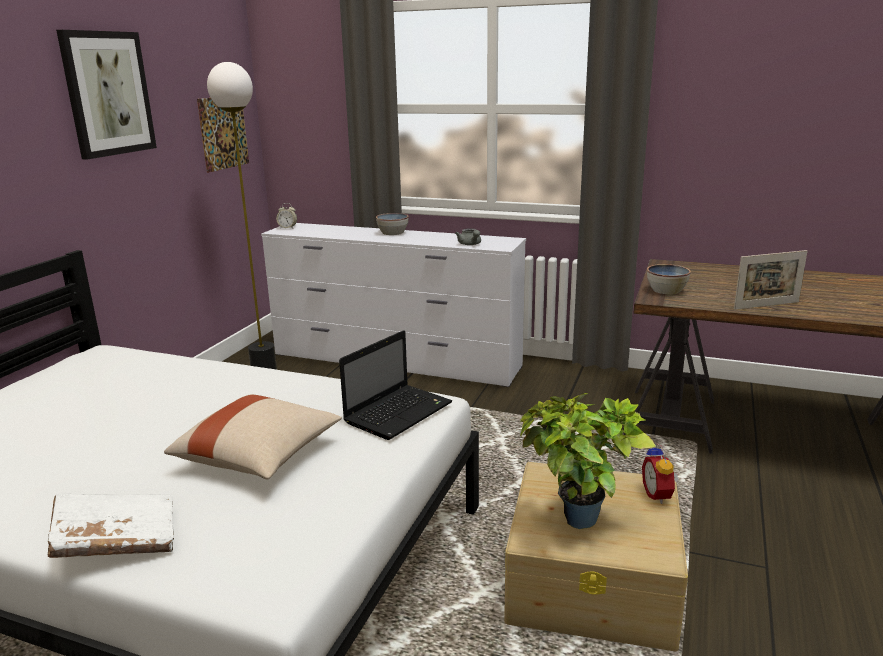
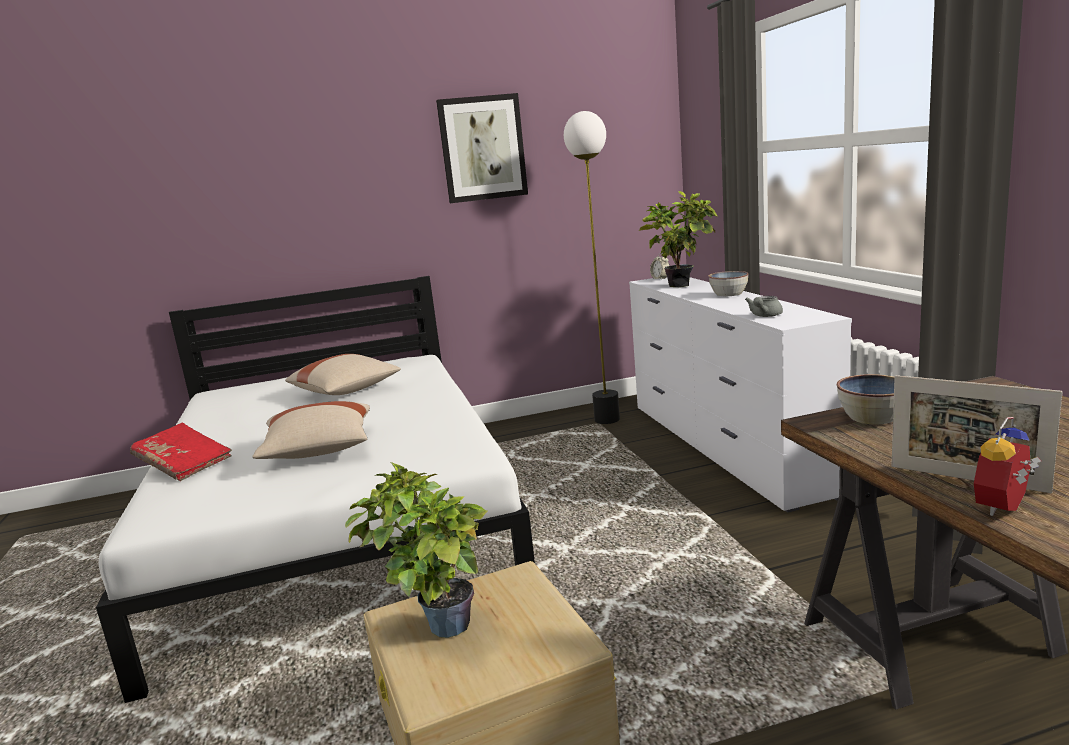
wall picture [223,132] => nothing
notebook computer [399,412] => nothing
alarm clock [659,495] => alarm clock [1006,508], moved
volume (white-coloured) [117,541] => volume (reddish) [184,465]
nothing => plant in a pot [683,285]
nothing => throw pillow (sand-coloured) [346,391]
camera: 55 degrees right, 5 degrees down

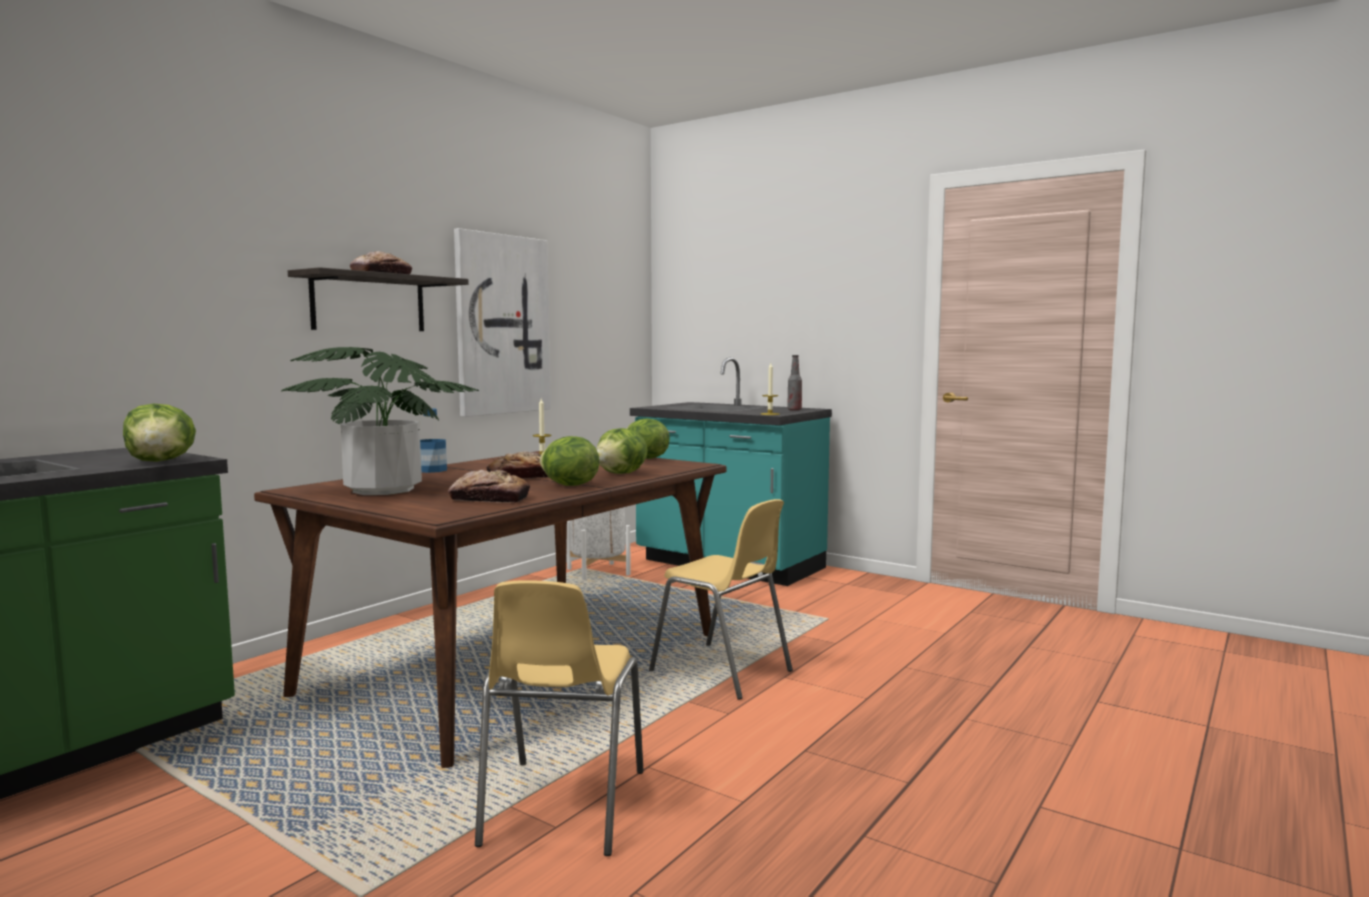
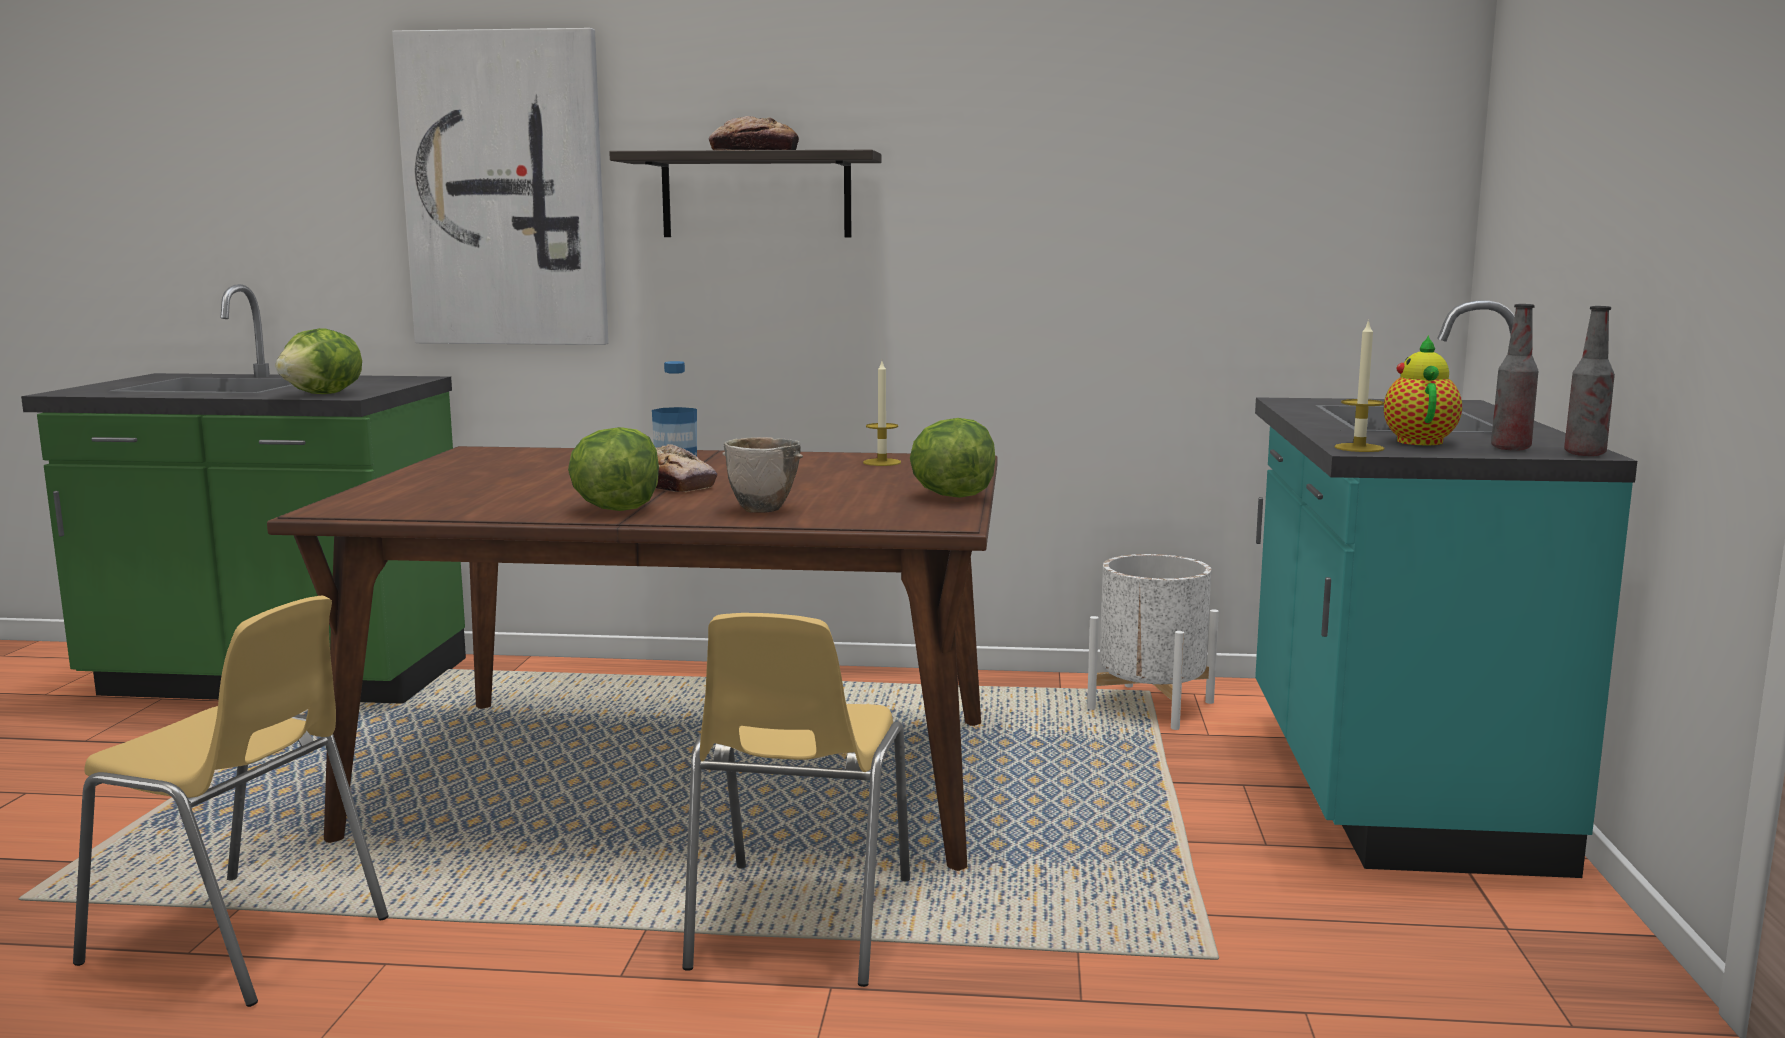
wall picture [502,324] => wall picture [505,190], moved
plant in a pot [384,490] => nothing
lettuce [621,474] => bowl [765,510]
baked bread [489,499] => nothing
plain chair (yellow-coloured) [561,808] => plain chair (yellow-coloured) [240,941], 135 degrees counterclockwise
nothing => beverage bottle [1584,454]
nothing => pot for tea [1418,441]
camera: 60 degrees right, 5 degrees up

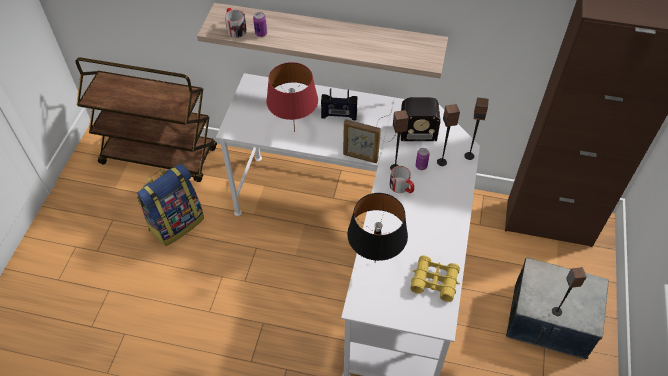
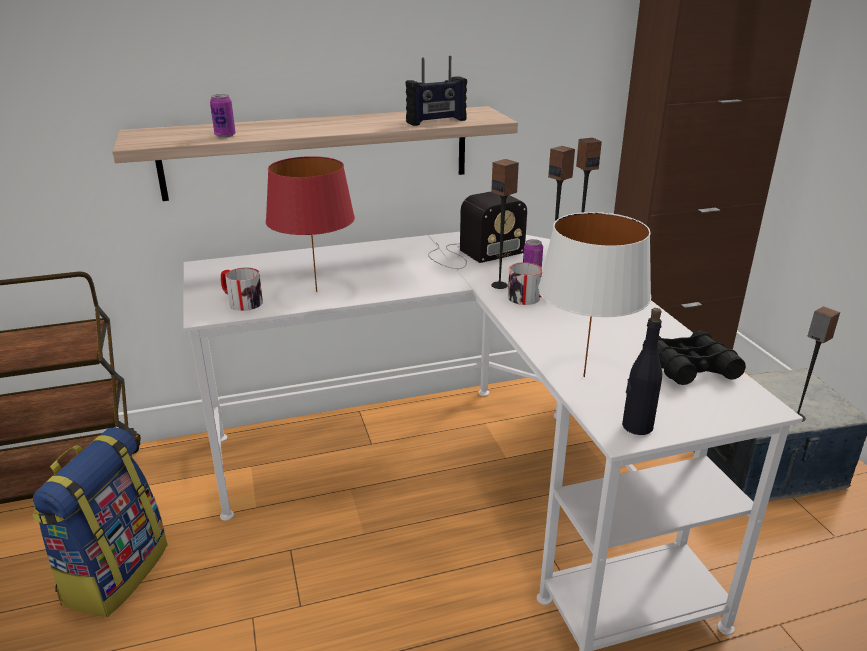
coffee mug [235,28] => coffee mug [241,301], moved
radio set [339,116] => radio set [436,121], moved
photo frame [360,157] => nothing
tabletop lamp (blackish) [374,262] => tabletop lamp (white-coloured) [582,376]
field glasses (yellow-coloured) [434,281] => field glasses (blackish) [689,367]
nothing => beverage bottle (blackish) [637,426]
camera: 30 degrees left, 25 degrees down

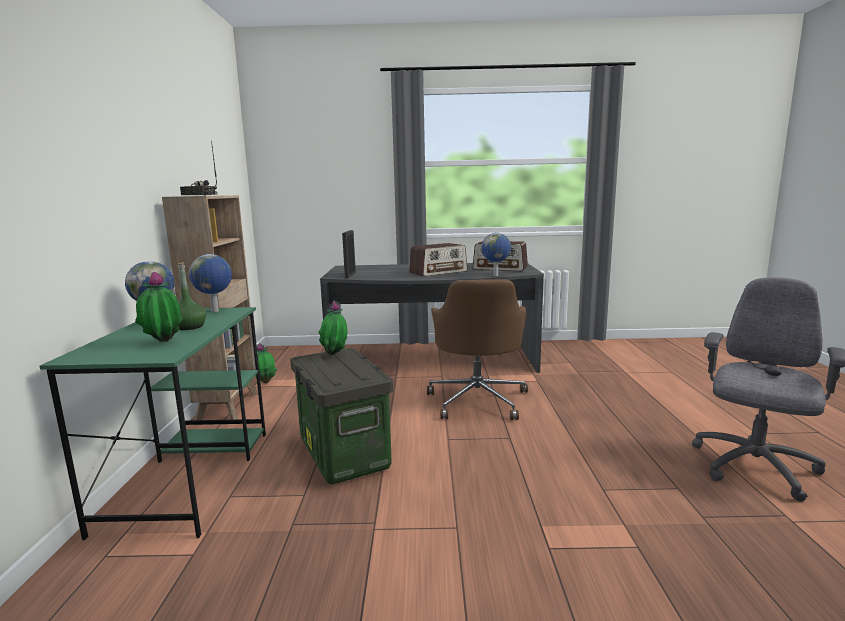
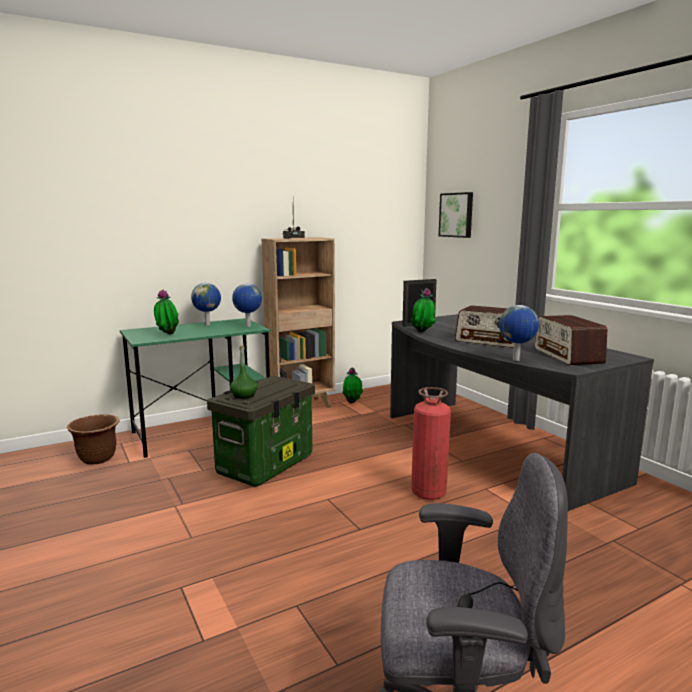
beverage bottle (greenish) [189,327] => beverage bottle (greenish) [244,395], moved
computer chair (brown-coloured) [478,400] => fire-fighting cylinder [428,493]
plant in a pot [335,355] => plant in a pot [422,332], moved
nothing => wall picture [457,215]
nothing => plant pot (brown-coloured) [97,459]
camera: 60 degrees right, 0 degrees up

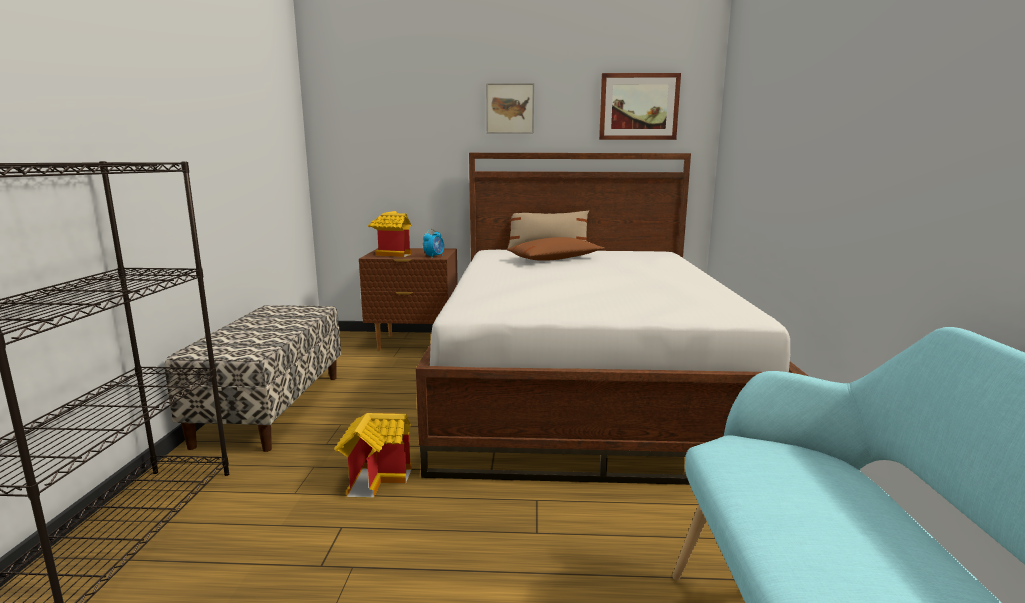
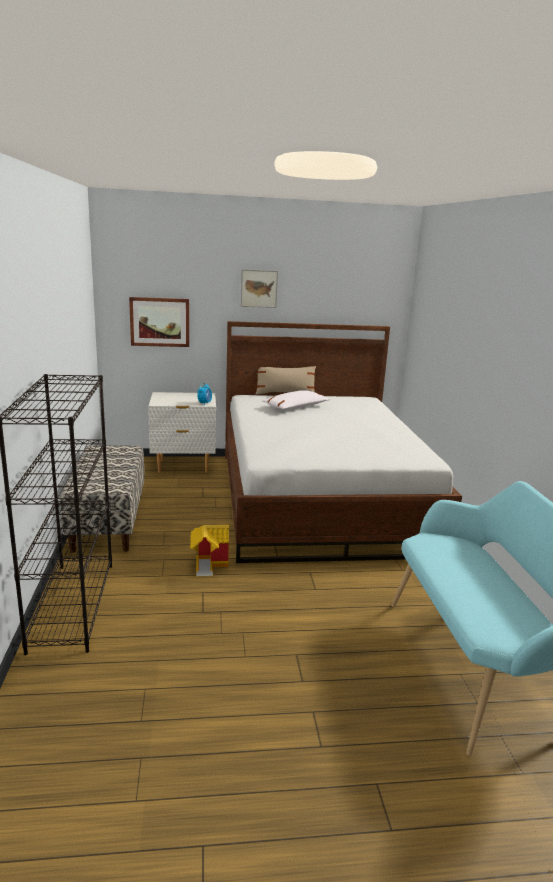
wall picture [638,107] => wall picture [160,322], moved
toy house [391,254] => nothing
throw pillow (brown-coloured) [555,259] => throw pillow (white-coloured) [296,407]
night table (brown-coloured) [414,343] => night table (white-coloured) [183,466]
camera: 10 degrees left, 5 degrees up

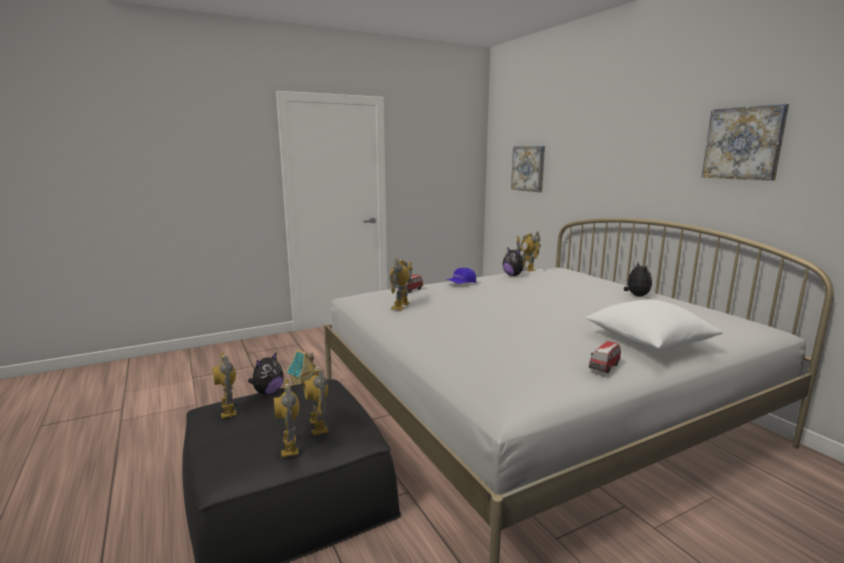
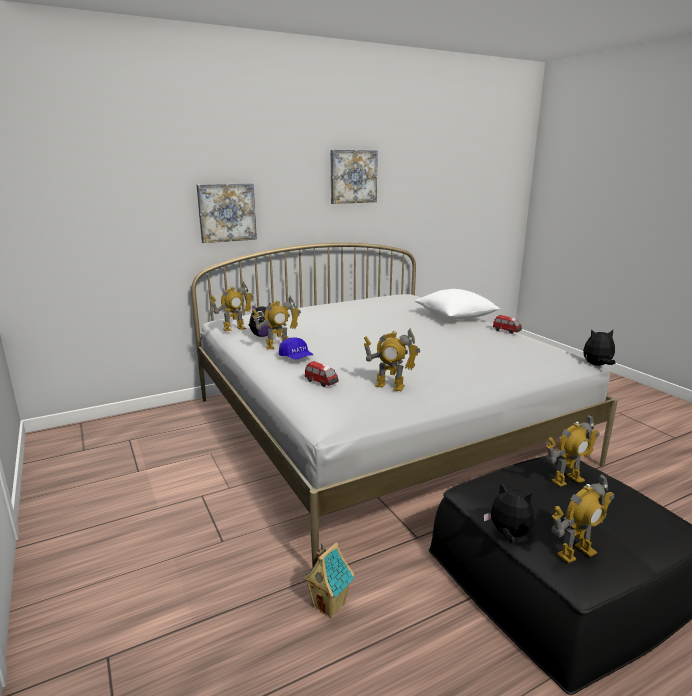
wall picture [528,168] => wall picture [227,212], moved
cuddly toy [636,295] => cuddly toy [597,365], moved
robot figure [290,446] => robot figure [278,346], moved
camera: 90 degrees left, 5 degrees up

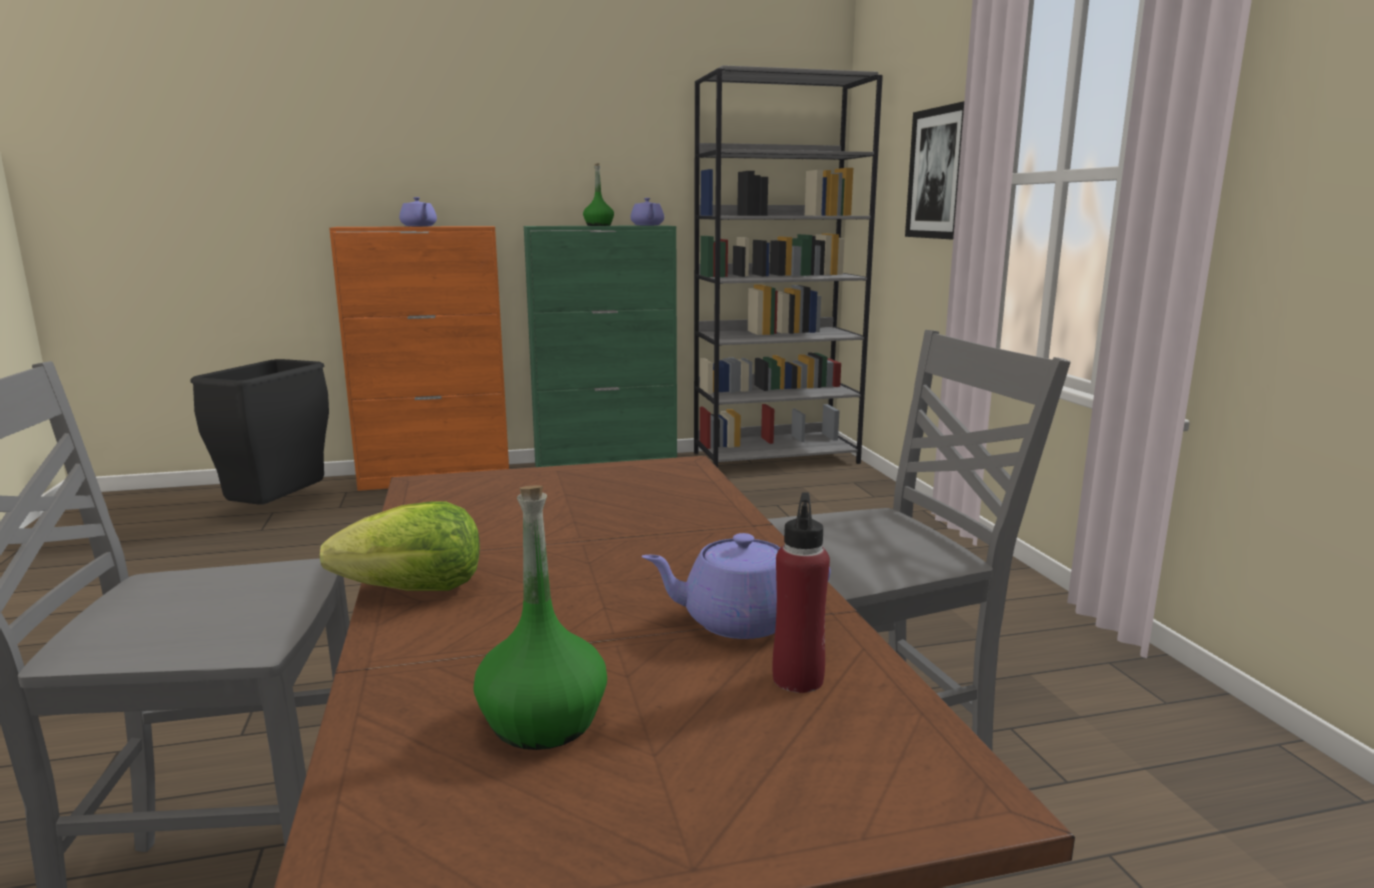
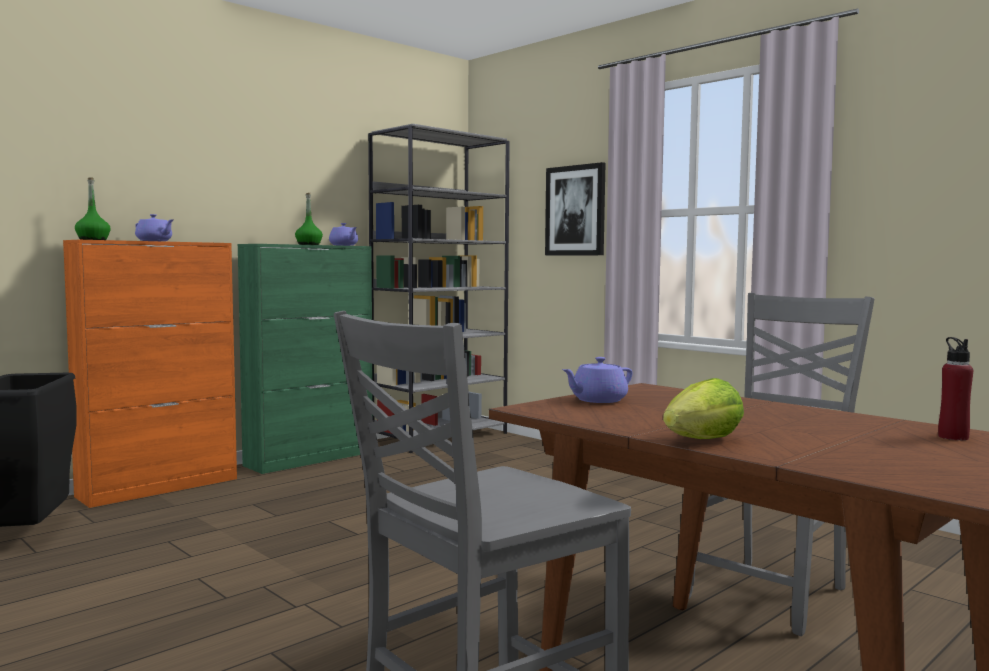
beverage bottle (greenish) [542,721] => beverage bottle (greenish) [93,240], moved
pot for tea (purple) [737,620] => pot for tea (purple) [597,400], moved
camera: 30 degrees left, 10 degrees down

